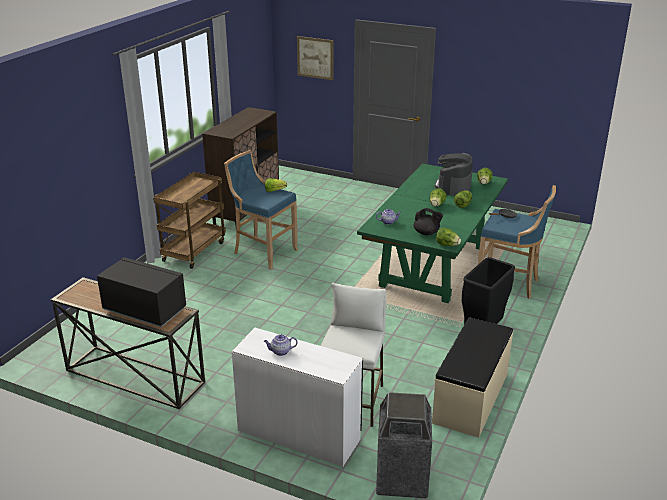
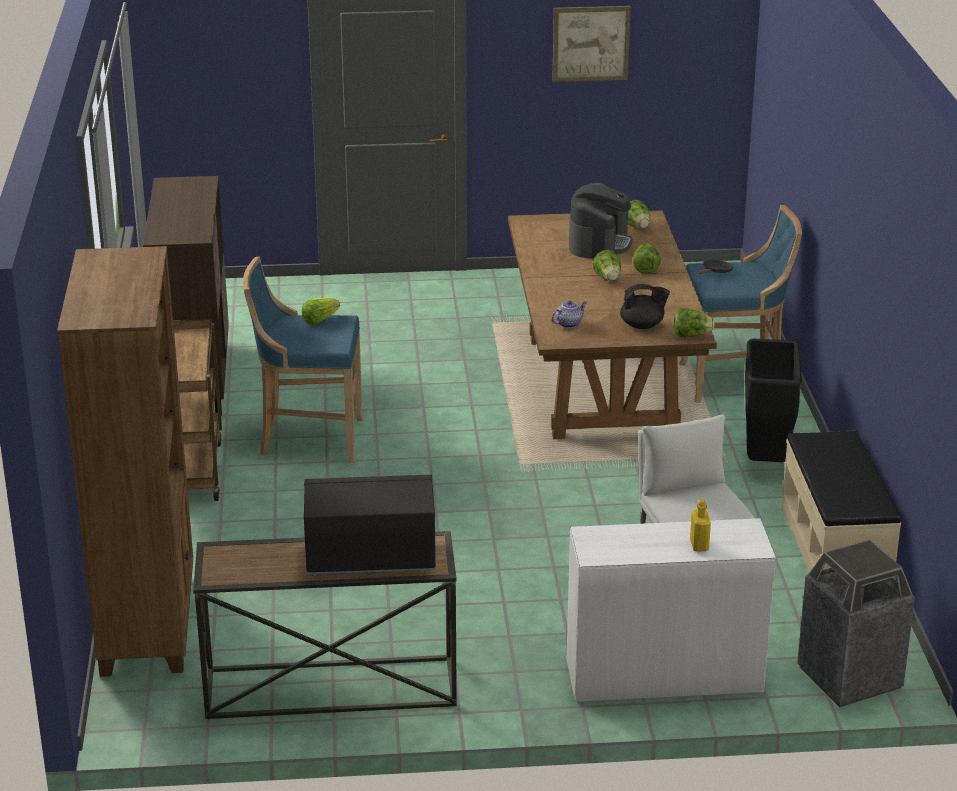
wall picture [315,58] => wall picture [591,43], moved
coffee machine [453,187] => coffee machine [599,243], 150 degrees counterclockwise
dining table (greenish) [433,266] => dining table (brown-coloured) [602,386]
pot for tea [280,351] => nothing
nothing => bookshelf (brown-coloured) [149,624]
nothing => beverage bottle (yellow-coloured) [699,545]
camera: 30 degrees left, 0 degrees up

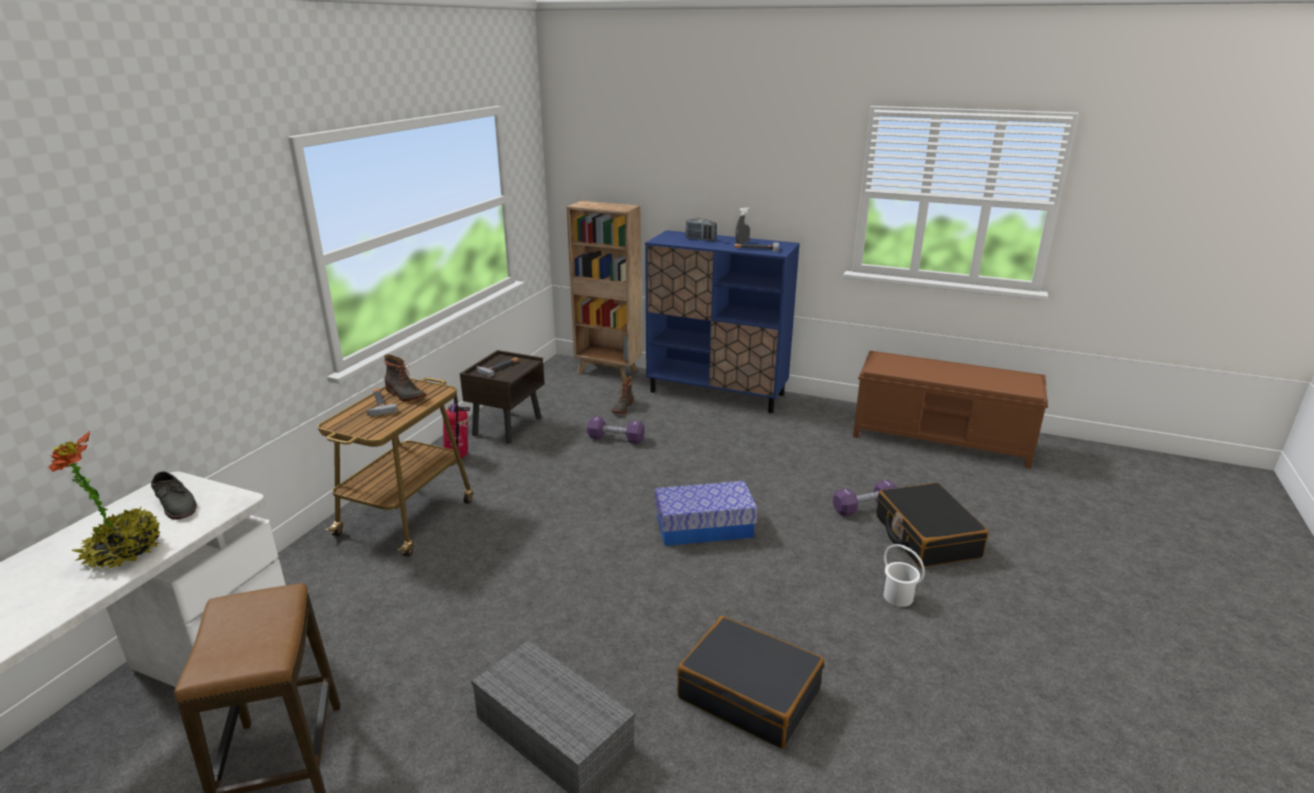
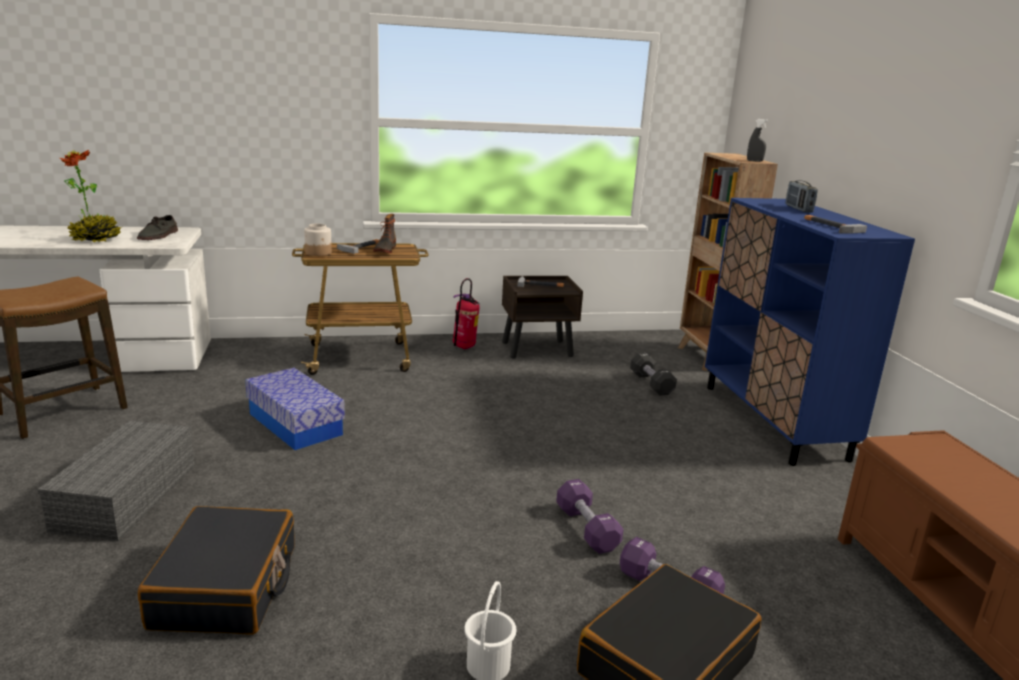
spray bottle (greyish) [742,242] => spray bottle (greyish) [754,161], moved
tall boot [622,408] => dumbbell (blackish) [651,384]
dumbbell (purple) [615,439] => dumbbell (purple) [587,529], moved
storage bin [704,527] => storage bin [295,424], moved
nothing => preserve jar [318,253]
camera: 55 degrees right, 5 degrees down

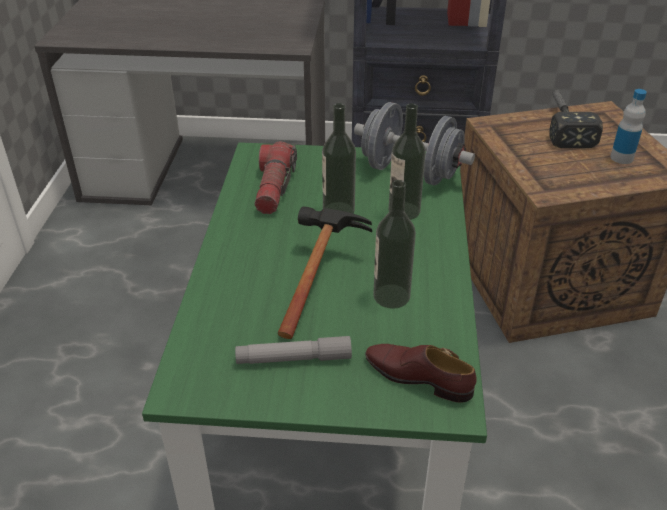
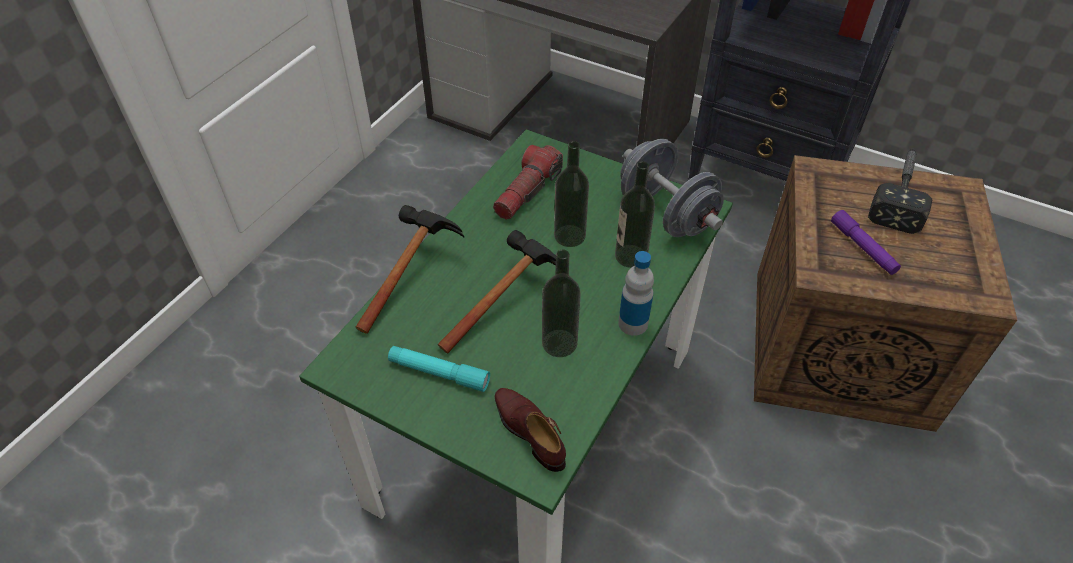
beverage bottle [621,158] => beverage bottle [633,323], moved
flashlight (greyish) [293,359] => flashlight (turquoise) [439,373]
nothing => hand hammer [412,272]
nothing => flashlight (purple) [863,248]
camera: 25 degrees right, 10 degrees up

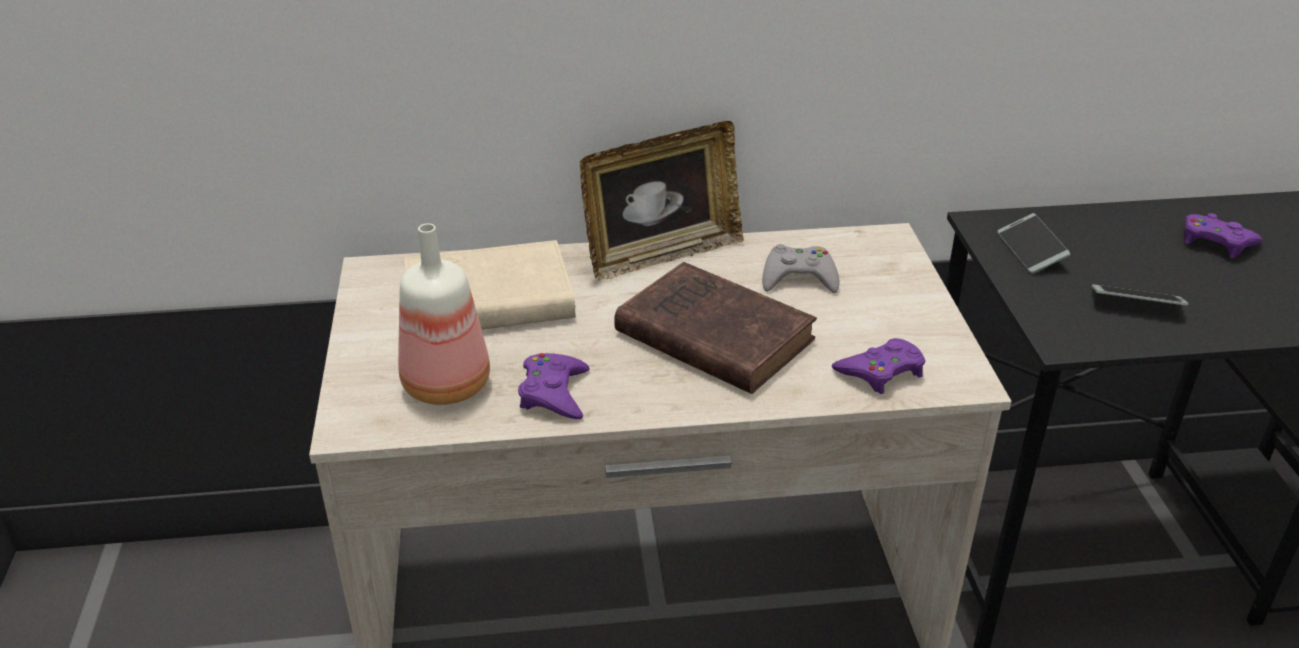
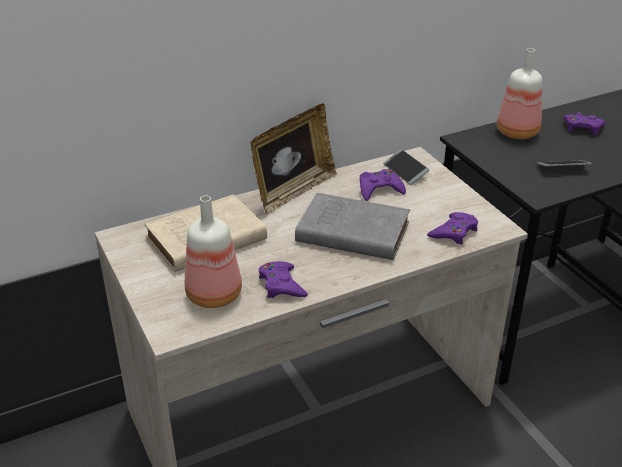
handset [1030,251] => handset [405,171], moved
game controller (greyish) [799,277] => game controller (purple) [379,189]
volume (brown-coloured) [710,334] => volume (greyish) [349,232]
nothing => beverage bottle [518,133]
camera: 20 degrees left, 0 degrees up

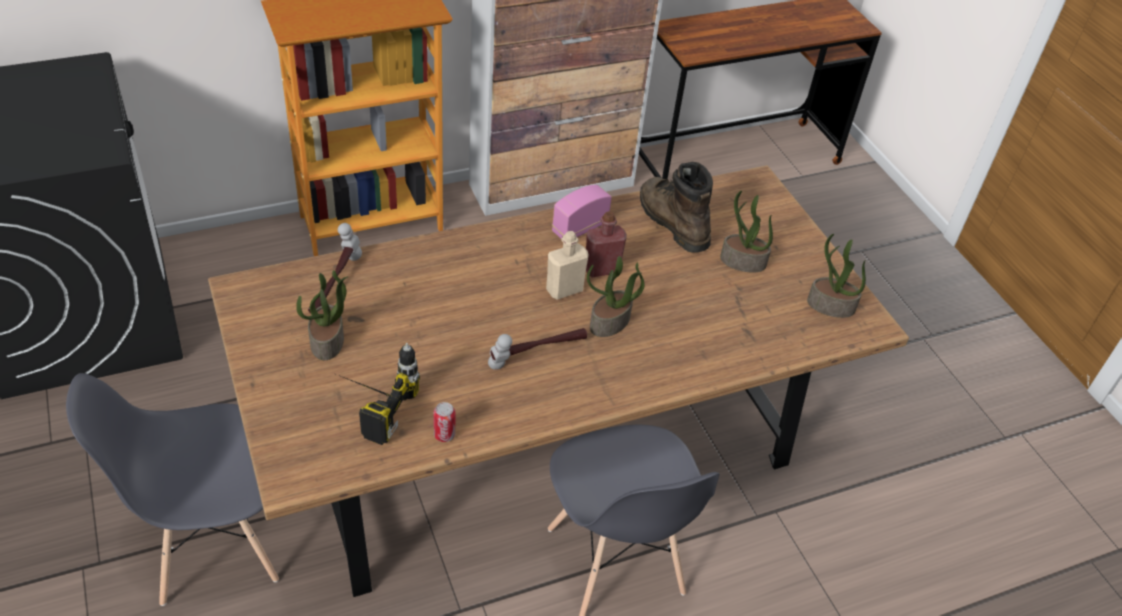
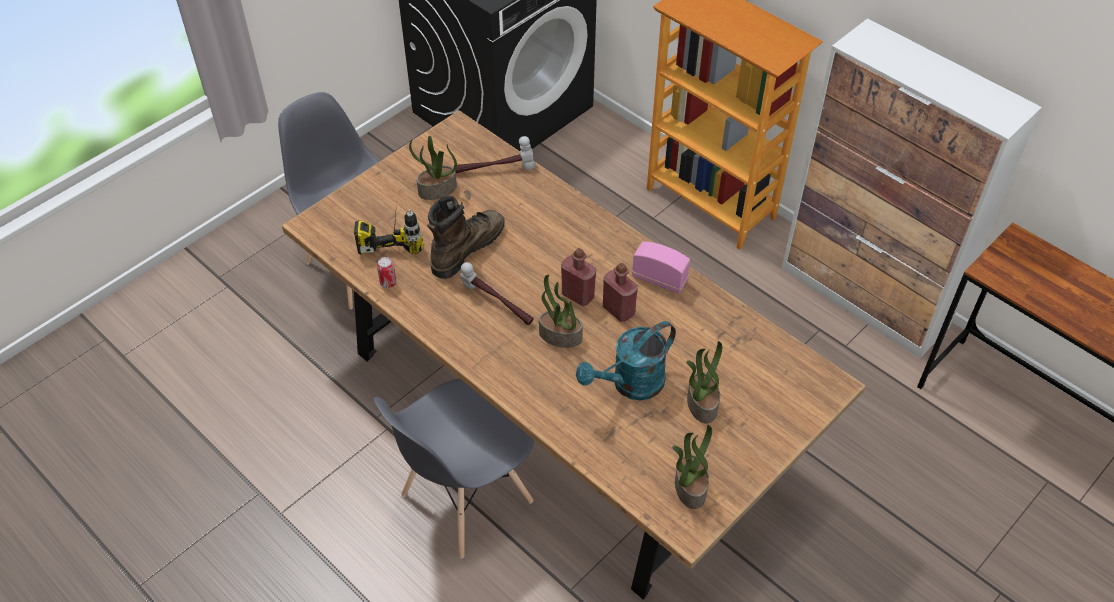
tall boot (brown-coloured) [671,221] => tall boot (brown-coloured) [466,248], moved
beverage bottle (sand-coloured) [564,289] => beverage bottle (reddish) [578,295]
nothing => watering can (turquoise) [630,385]
camera: 70 degrees right, 5 degrees up

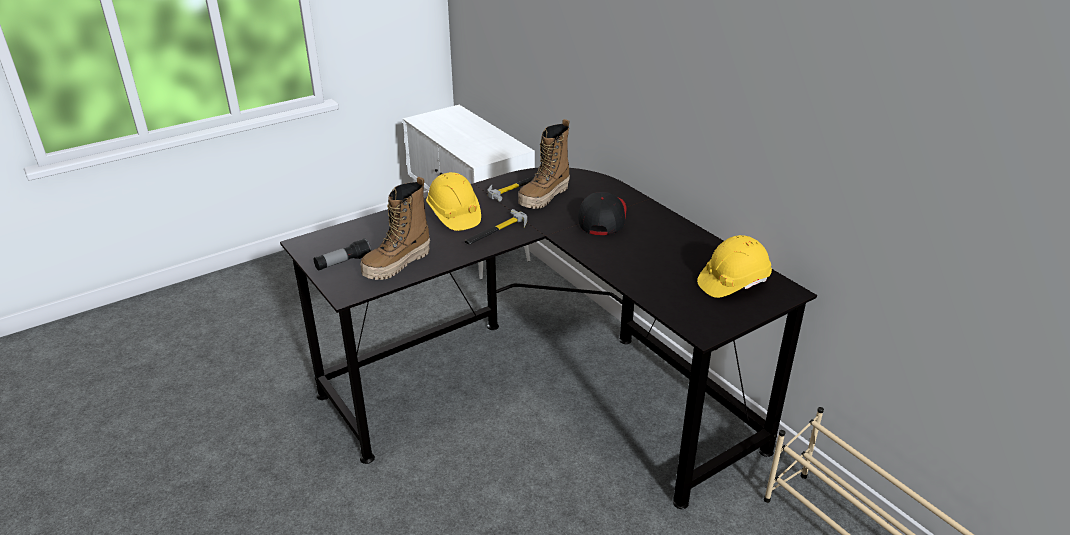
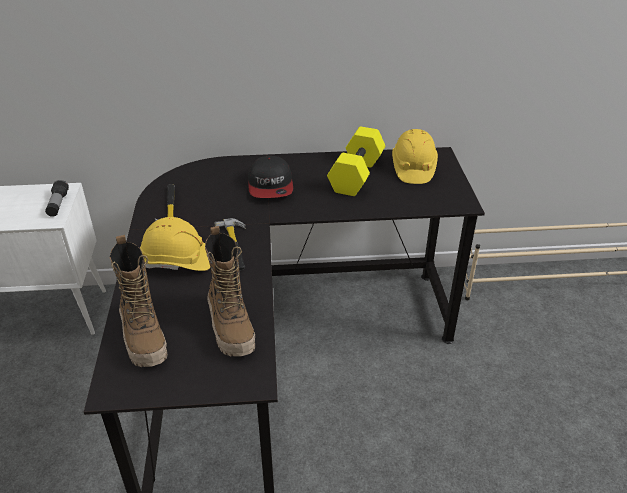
tall boot [544,197] => tall boot [144,337], moved
baseball cap [601,217] => baseball cap [270,185], 135 degrees counterclockwise
flashlight [343,262] => flashlight [58,205], moved
nothing => dumbbell (yellow-coloured) [357,175]
camera: 60 degrees left, 5 degrees up

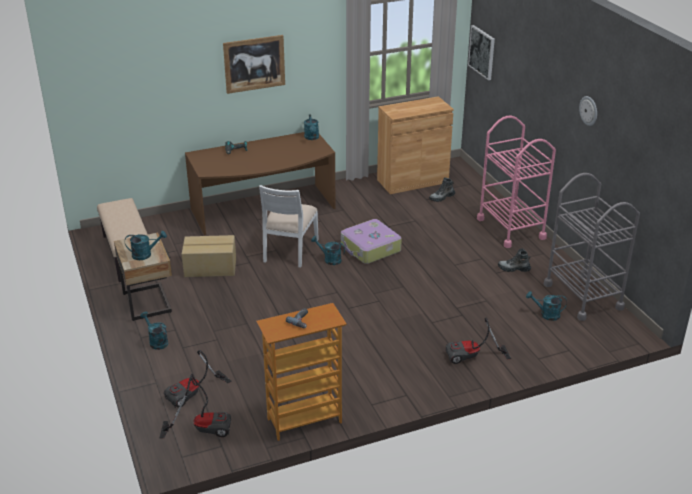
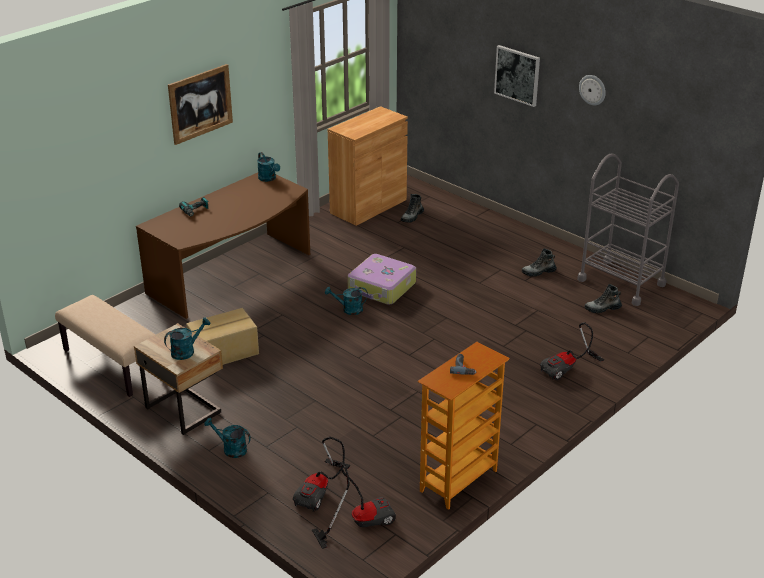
wall picture [482,52] => wall picture [517,75], moved
trolley (pink-coloured) [511,228] => nothing
plain chair (white-coloured) [289,250] => nothing
watering can (turquoise) [546,314] => tall boot [602,309]
camera: 25 degrees left, 0 degrees up

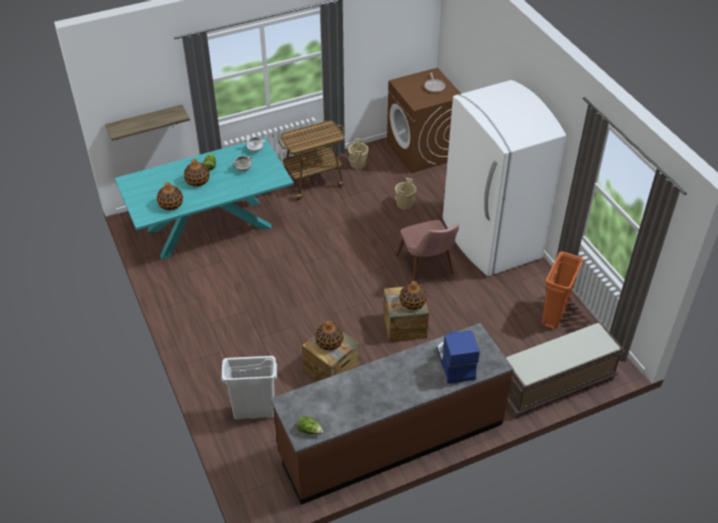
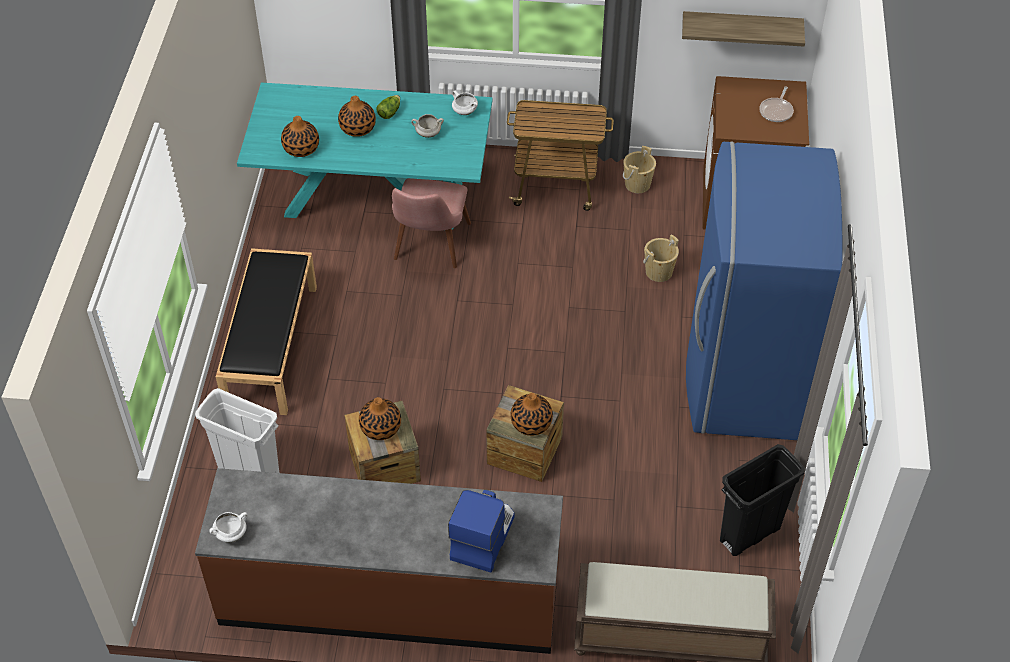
refrigerator (white-coloured) [490,239] => refrigerator (bluish) [742,378]
shelf [145,122] => shelf [741,27], moved
plain chair (pink-coloured) [428,269] => plain chair (pink-coloured) [429,249], moved
rubbish bin (orangey) [554,315] => rubbish bin (blackish) [749,535]
lettuce [309,430] => stockpot (white-coloured) [231,534]
nothing => long seat (blackish) [271,345]
camera: 30 degrees right, 5 degrees up

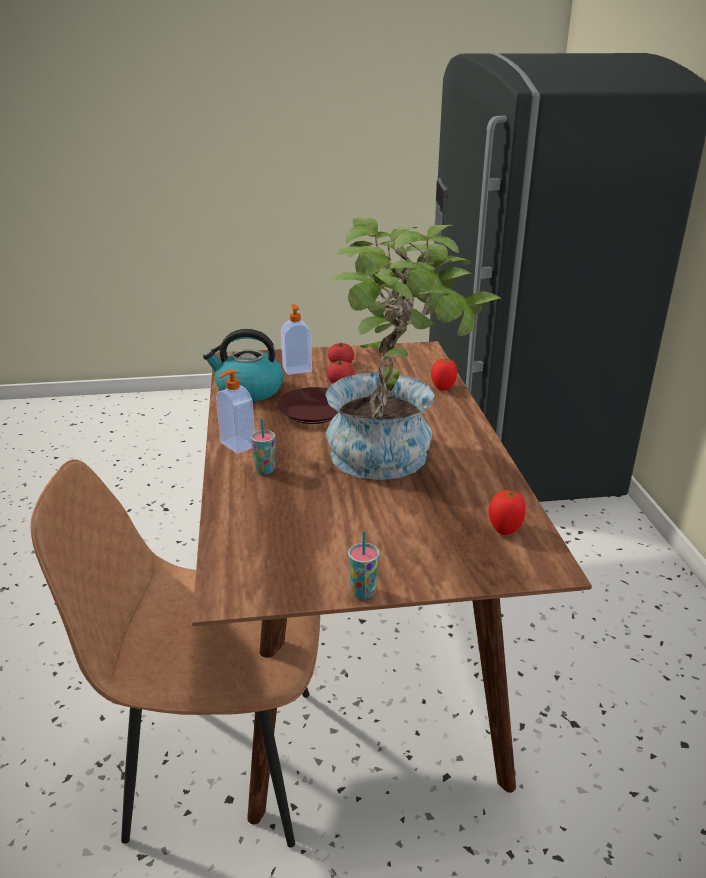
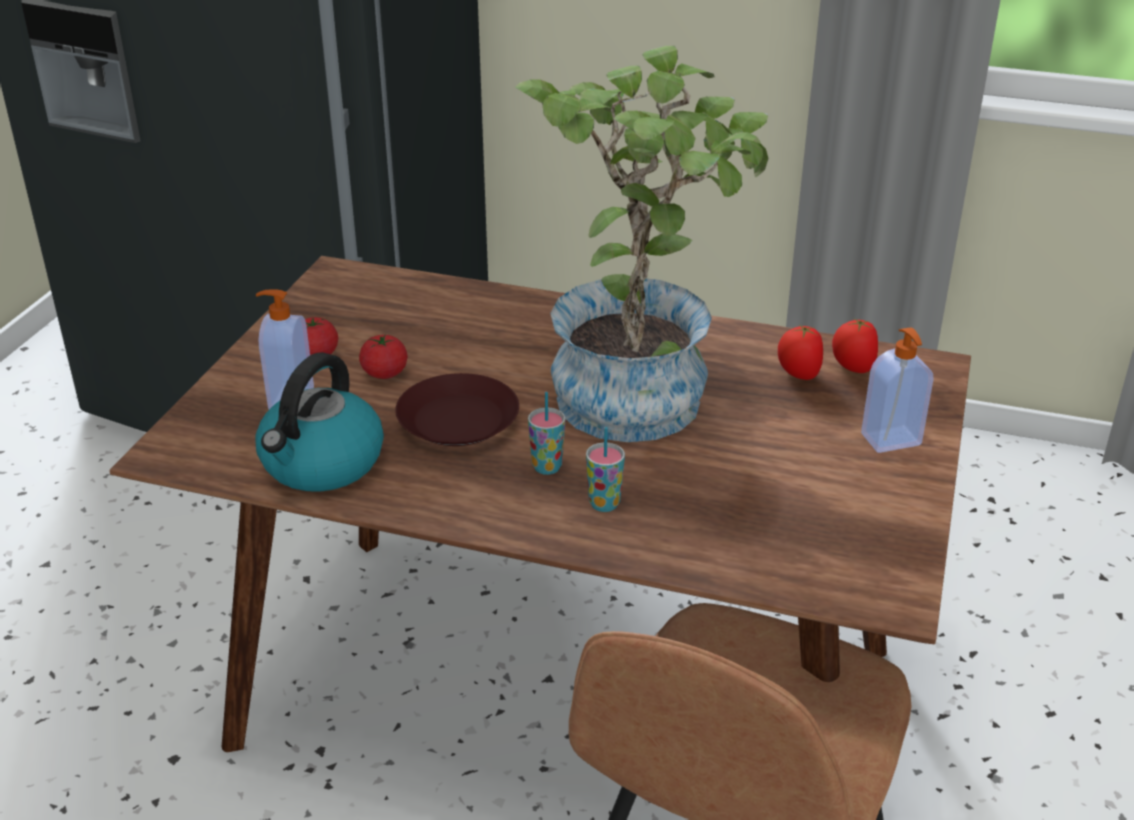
tomato [443,388] => tomato [798,375], moved
soap bottle [237,445] => soap bottle [891,441], moved
small cup [363,592] => small cup [547,467], moved
camera: 65 degrees left, 5 degrees up

